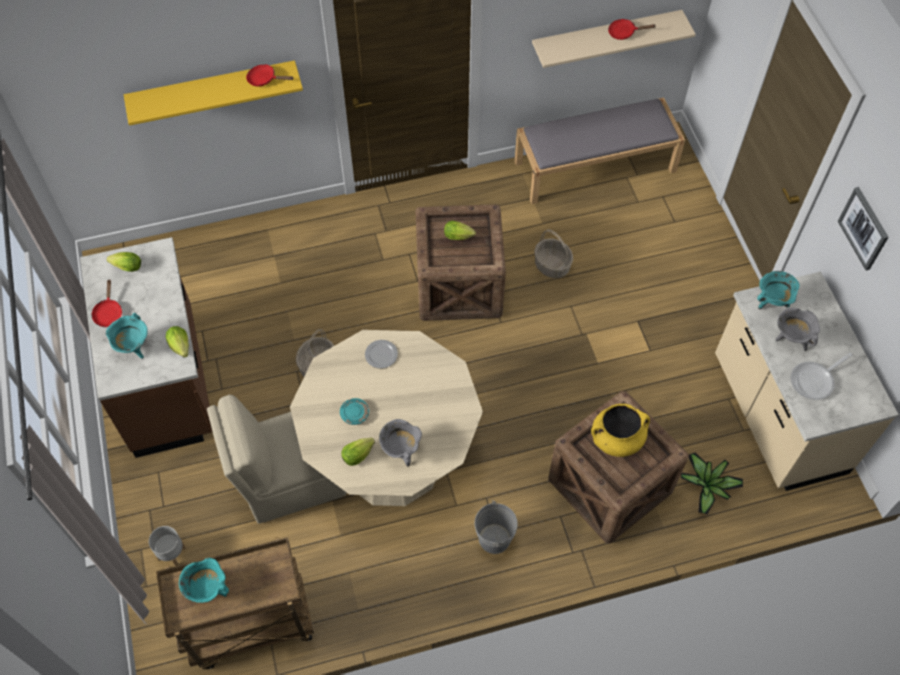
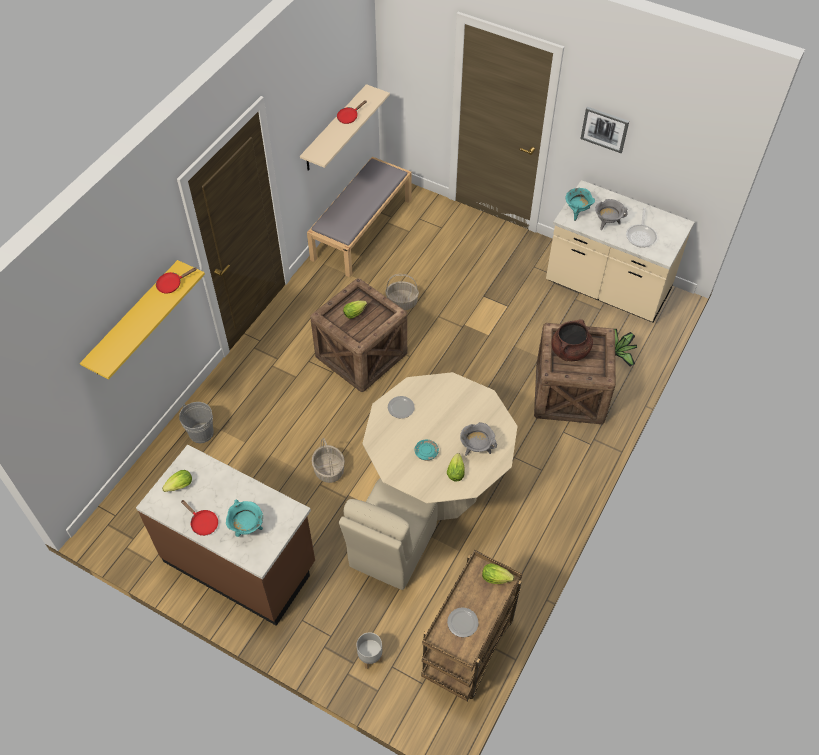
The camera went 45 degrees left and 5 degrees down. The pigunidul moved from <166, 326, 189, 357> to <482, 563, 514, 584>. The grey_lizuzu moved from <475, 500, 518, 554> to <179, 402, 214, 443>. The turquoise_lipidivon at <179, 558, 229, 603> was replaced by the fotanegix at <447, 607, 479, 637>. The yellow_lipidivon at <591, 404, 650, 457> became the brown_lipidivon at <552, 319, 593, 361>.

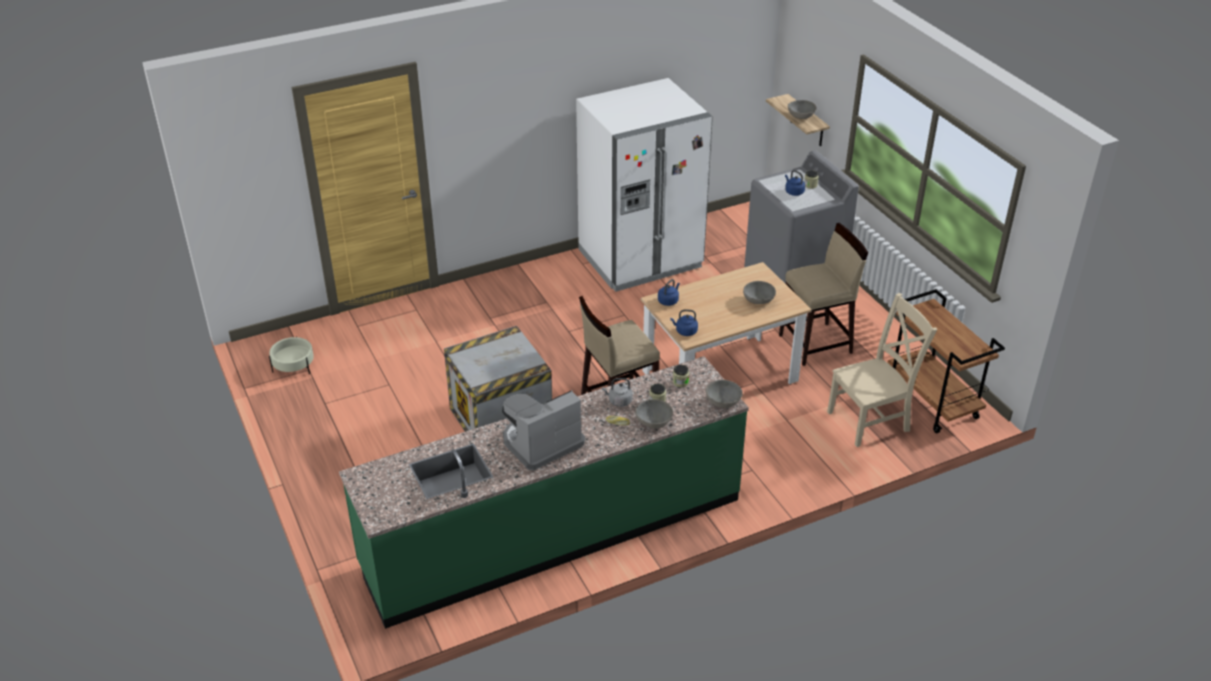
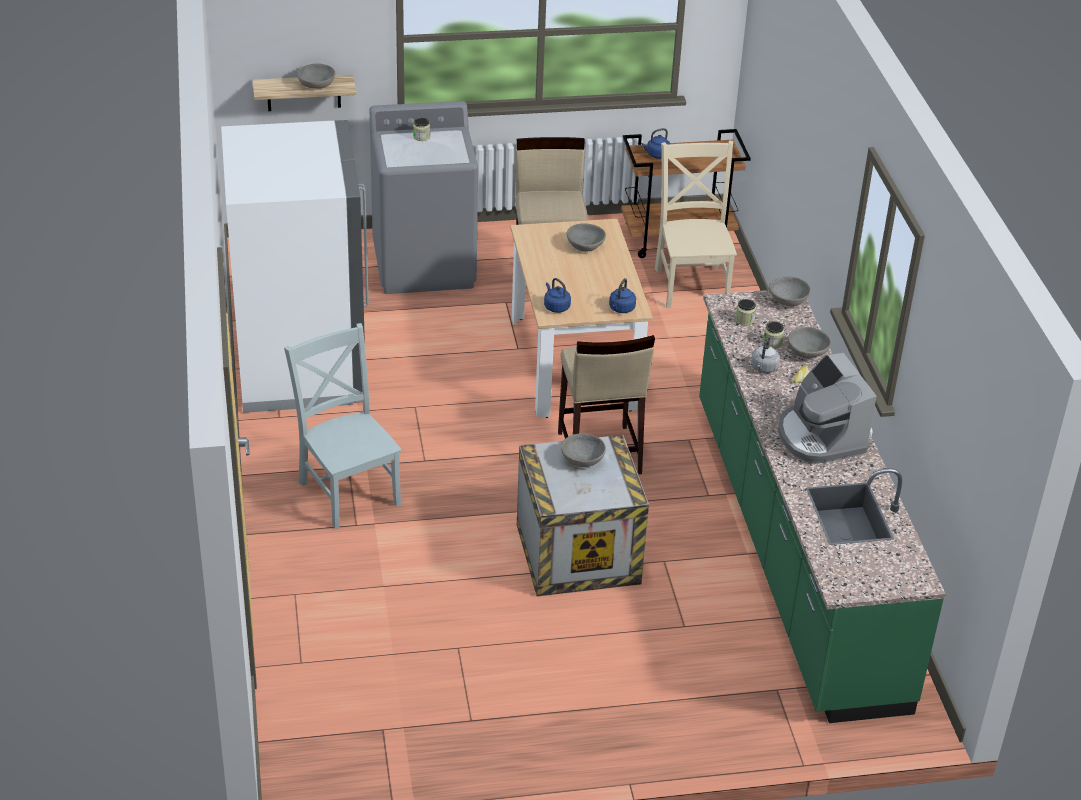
The camera went 75 degrees left and 0 degrees up. The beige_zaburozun at <269, 336, 314, 374> disappeared. The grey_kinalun at <284, 323, 402, 529> appeared. The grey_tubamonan at <561, 434, 606, 467> appeared. The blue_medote moved from <785, 170, 805, 196> to <642, 128, 670, 159>.

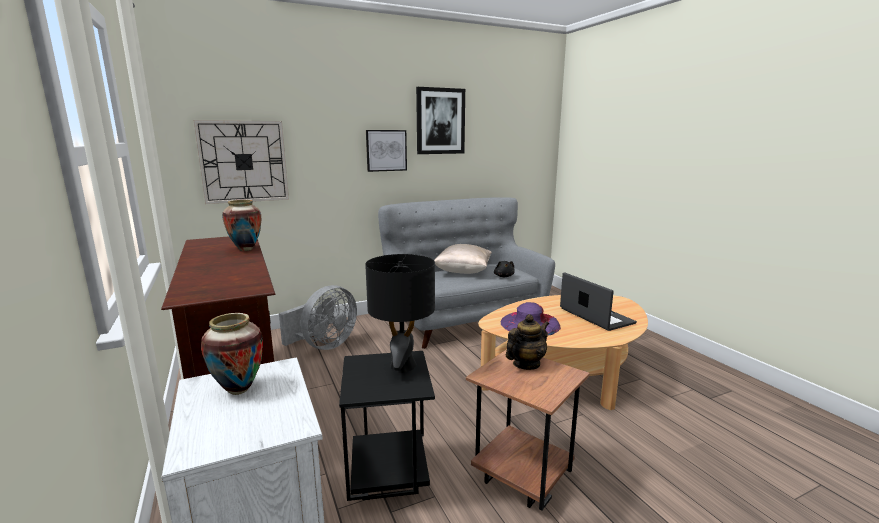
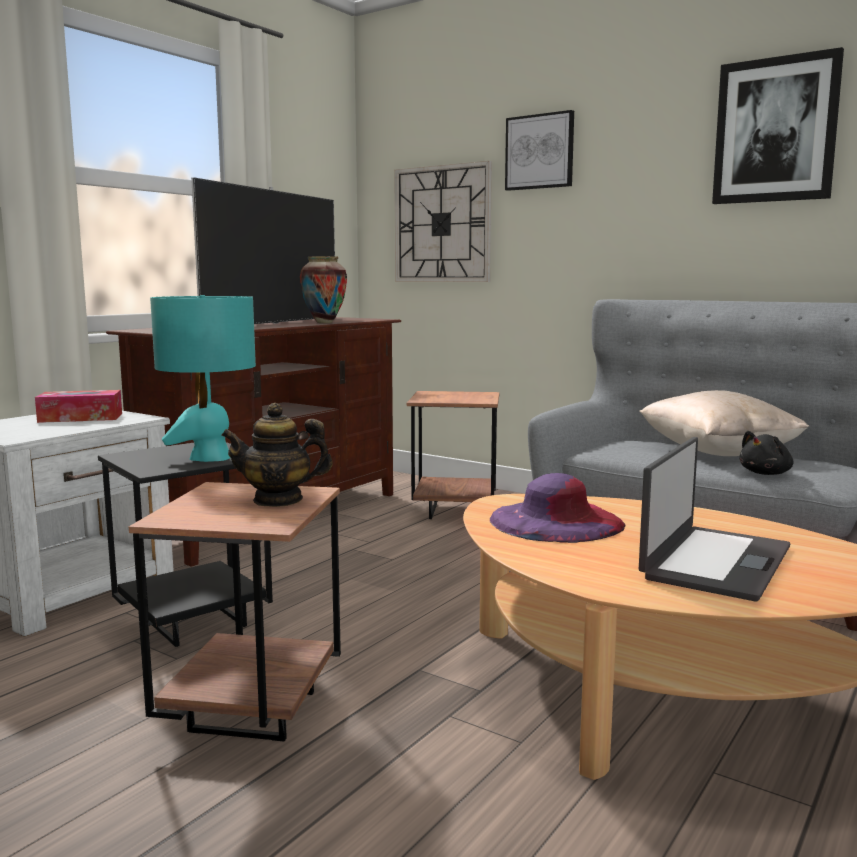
The camera went 60 degrees right and 5 degrees down. The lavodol at <191, 178, 335, 324> appeared. The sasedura moved from <366, 130, 407, 172> to <505, 110, 574, 191>. The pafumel at <201, 313, 263, 395> was replaced by the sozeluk at <35, 390, 122, 423>. The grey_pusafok at <279, 285, 357, 350> was replaced by the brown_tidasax at <407, 391, 500, 519>. The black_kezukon at <365, 254, 435, 373> became the turquoise_kezukon at <150, 295, 256, 462>. The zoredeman at <506, 314, 549, 370> turned 150 degrees clockwise.

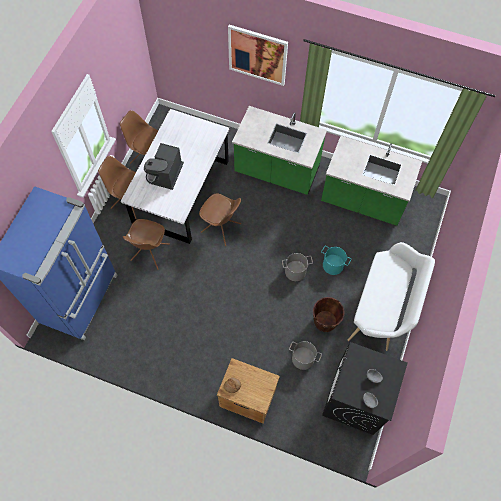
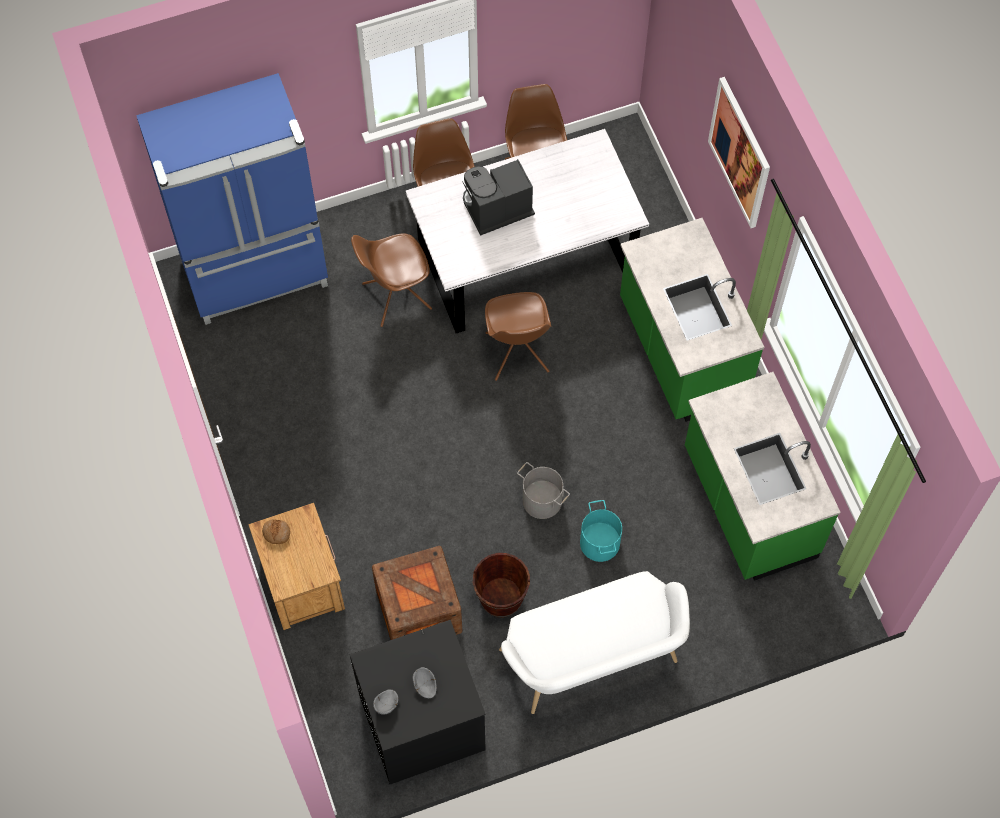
The camera went 50 degrees right and 0 degrees up. The grey_lizuzu at <289, 341, 322, 370> was replaced by the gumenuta at <372, 546, 462, 640>.

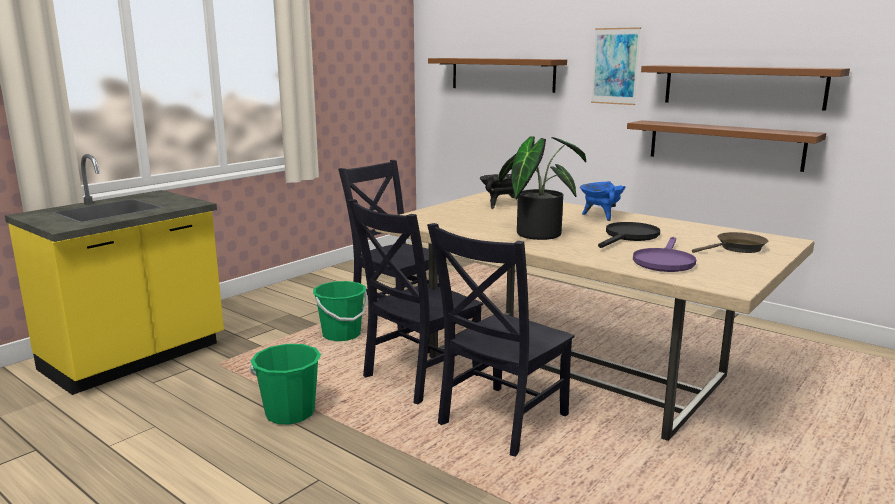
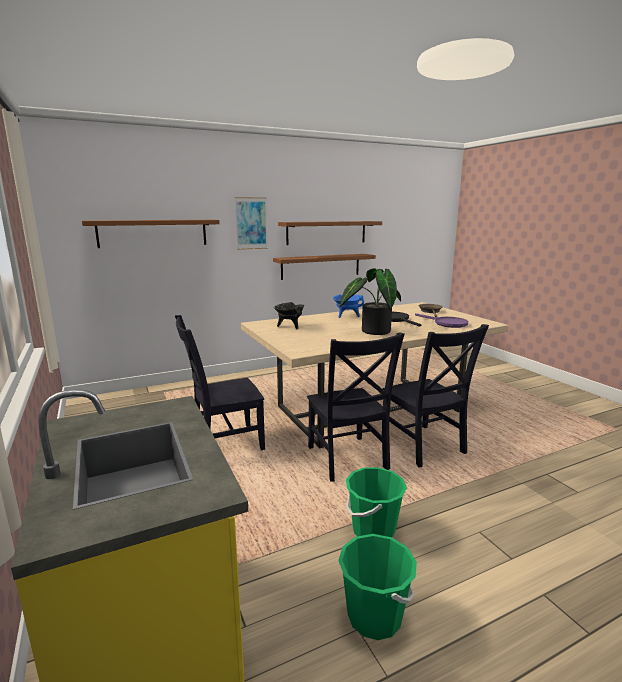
The camera went 65 degrees left and 0 degrees up. The green_lizuzu moved from <313, 281, 368, 341> to <338, 534, 417, 640>.

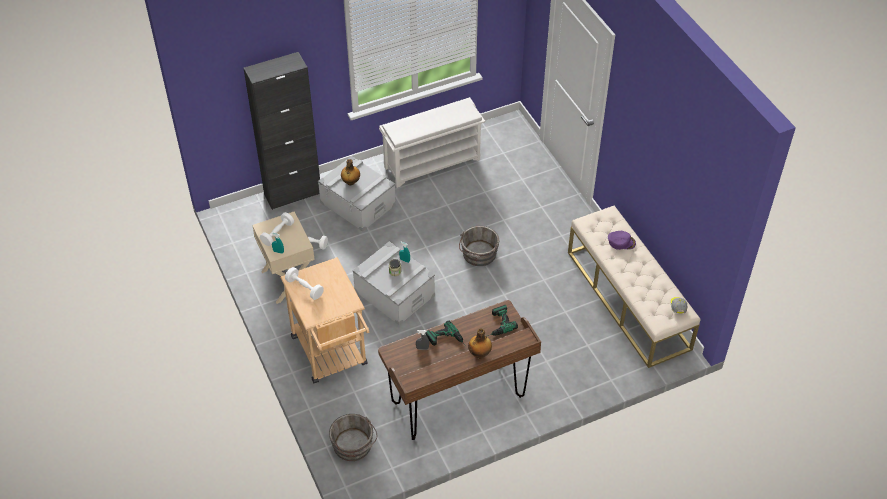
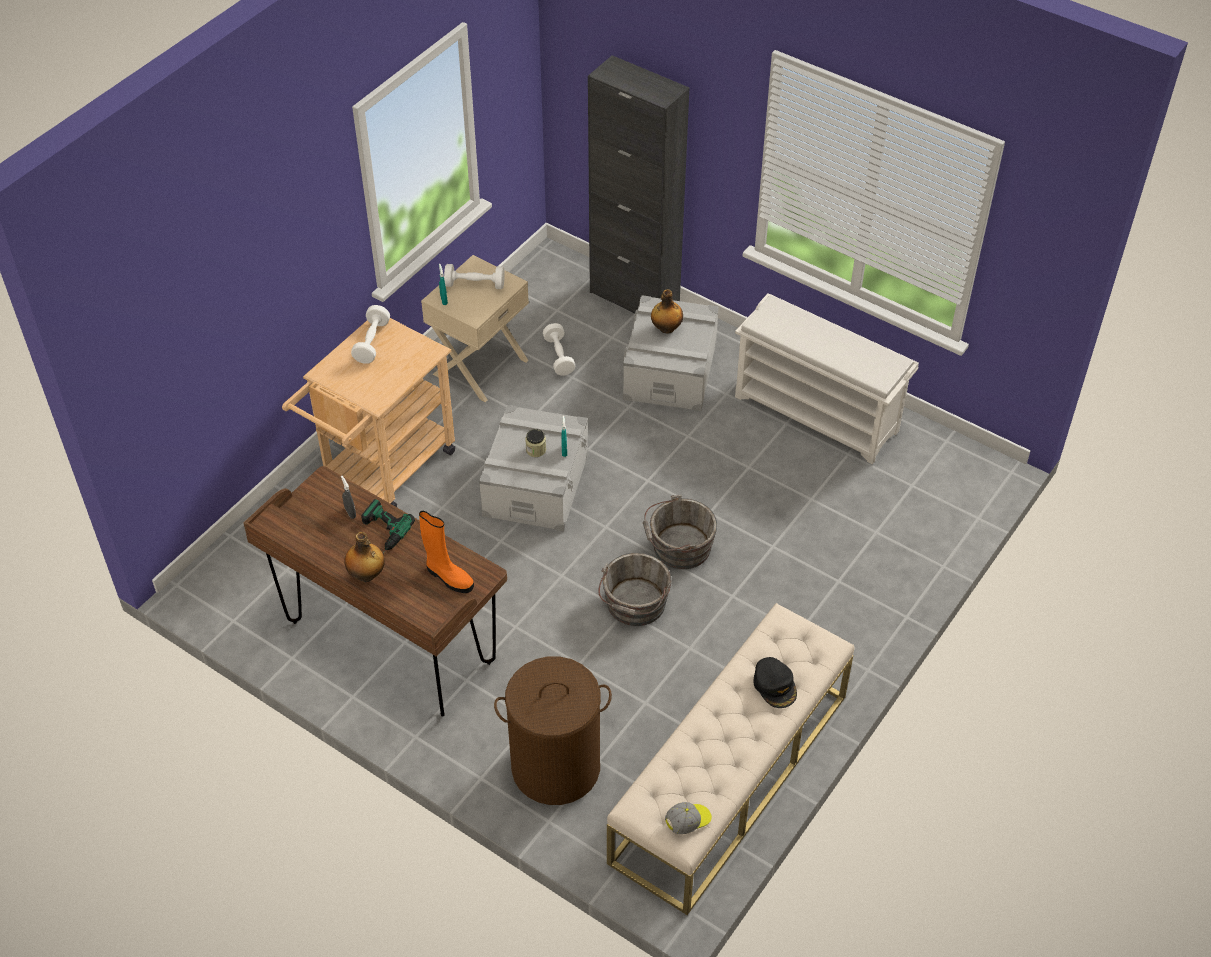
The camera went 60 degrees right and 0 degrees up. The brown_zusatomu at <494, 656, 612, 805> appeared. The grey_lizuzu moved from <329, 414, 377, 461> to <598, 553, 671, 626>. The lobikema at <487, 305, 518, 336> was replaced by the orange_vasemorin at <419, 511, 474, 593>. The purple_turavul at <608, 231, 636, 250> became the black_turavul at <753, 657, 797, 708>.

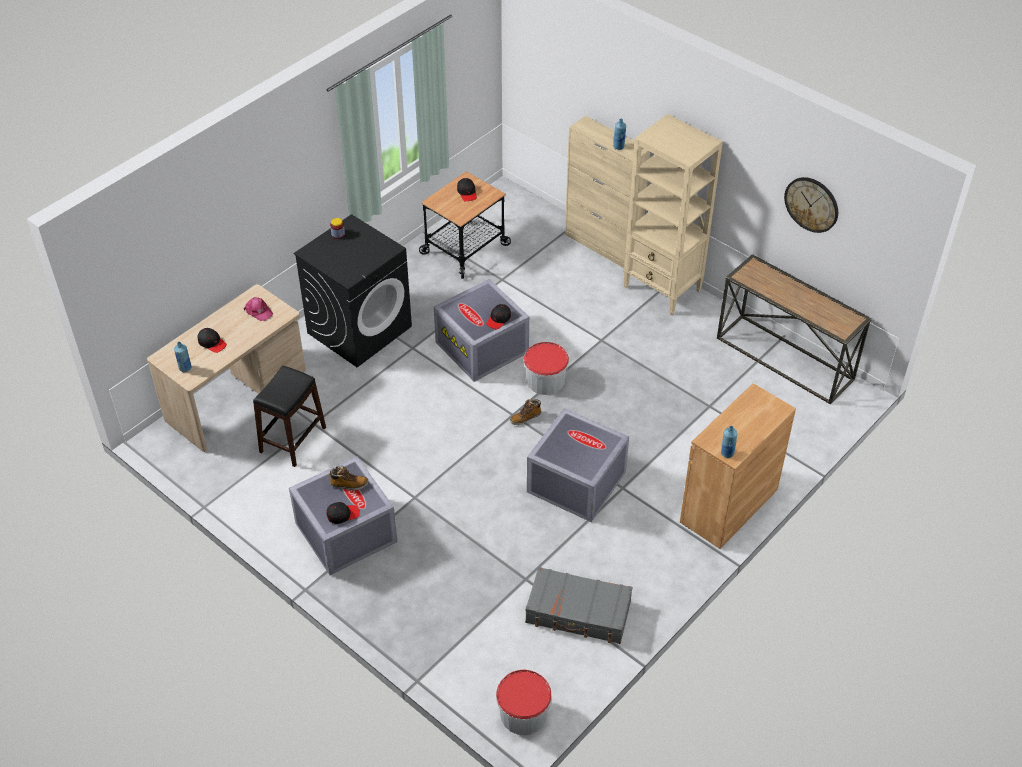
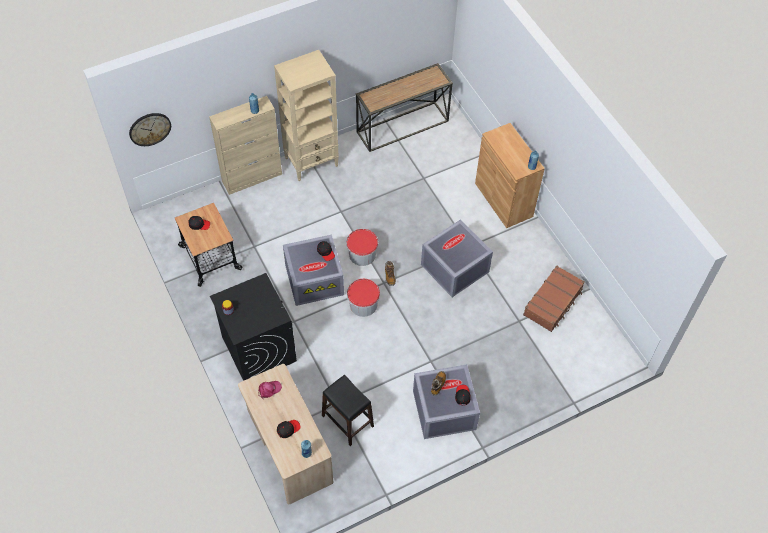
The camera went 70 degrees left and 10 degrees up. The lizuzu moved from <496, 670, 552, 735> to <347, 279, 380, 317>. The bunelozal moved from <784, 177, 838, 233> to <129, 113, 171, 146>. The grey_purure at <525, 567, 633, 644> became the brown_purure at <523, 265, 585, 332>.

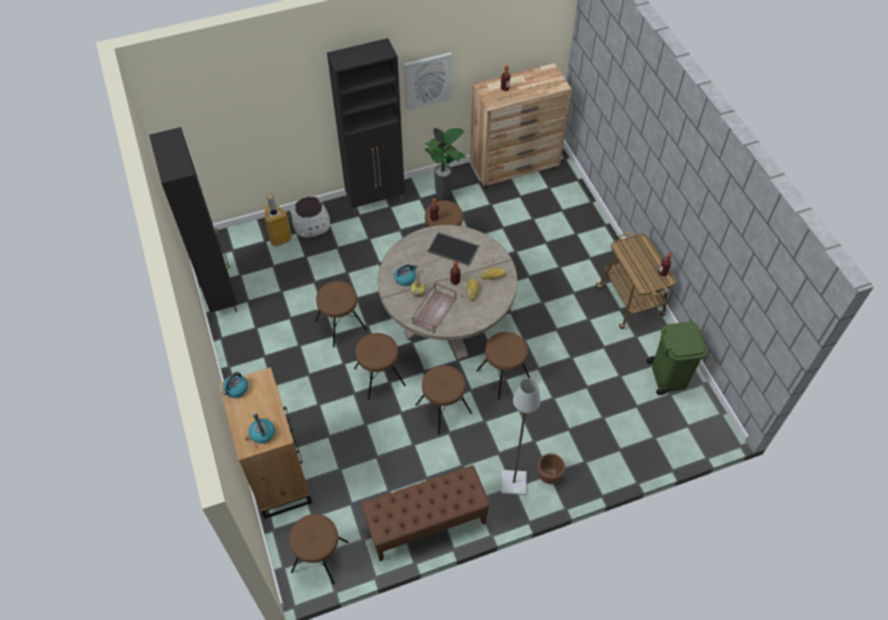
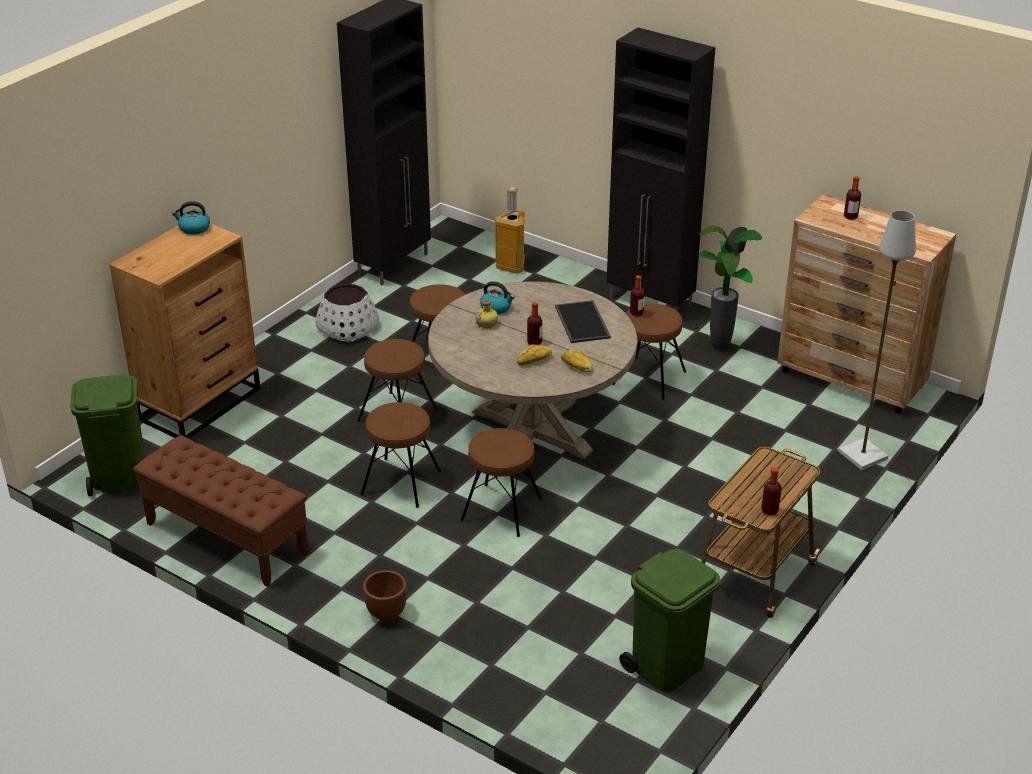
The camera went 55 degrees right and 20 degrees down. The medote at <249, 413, 275, 443> disappeared. The sasedura at <404, 52, 452, 110> disappeared. The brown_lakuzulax at <412, 282, 456, 333> disappeared. The white_zaburozun moved from <292, 197, 330, 237> to <316, 284, 379, 342>. The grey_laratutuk moved from <501, 378, 541, 495> to <838, 210, 916, 470>. The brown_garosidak at <289, 514, 349, 585> was replaced by the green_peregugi at <70, 374, 145, 496>.

